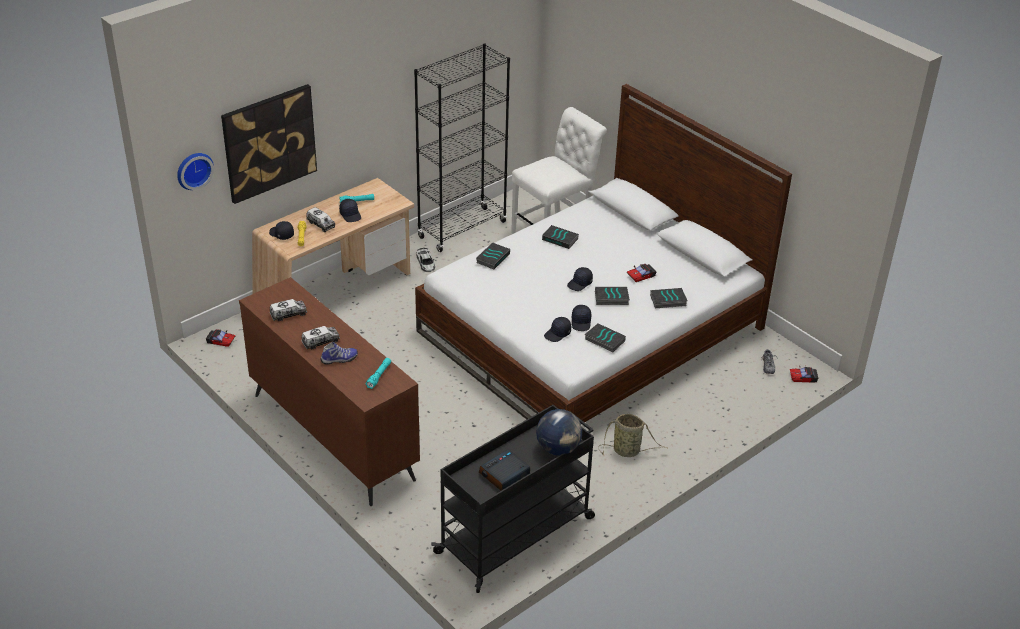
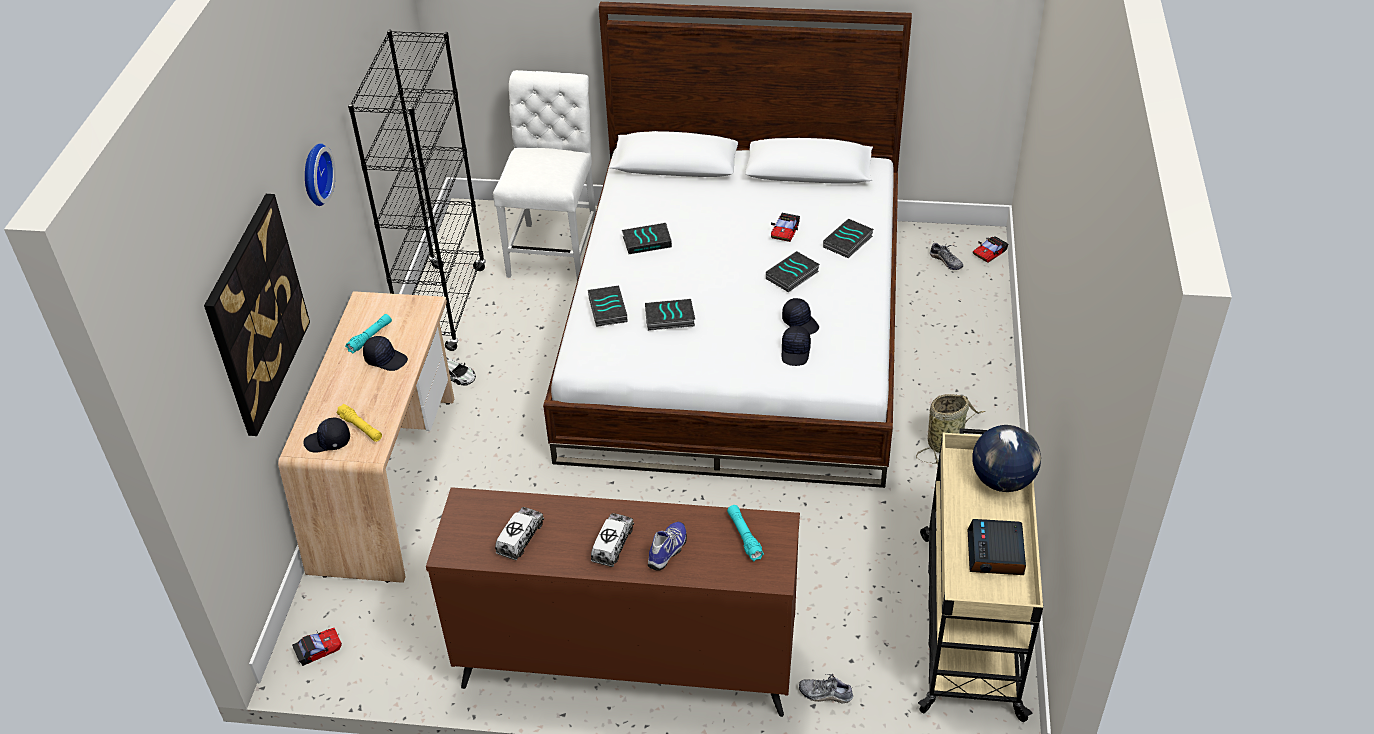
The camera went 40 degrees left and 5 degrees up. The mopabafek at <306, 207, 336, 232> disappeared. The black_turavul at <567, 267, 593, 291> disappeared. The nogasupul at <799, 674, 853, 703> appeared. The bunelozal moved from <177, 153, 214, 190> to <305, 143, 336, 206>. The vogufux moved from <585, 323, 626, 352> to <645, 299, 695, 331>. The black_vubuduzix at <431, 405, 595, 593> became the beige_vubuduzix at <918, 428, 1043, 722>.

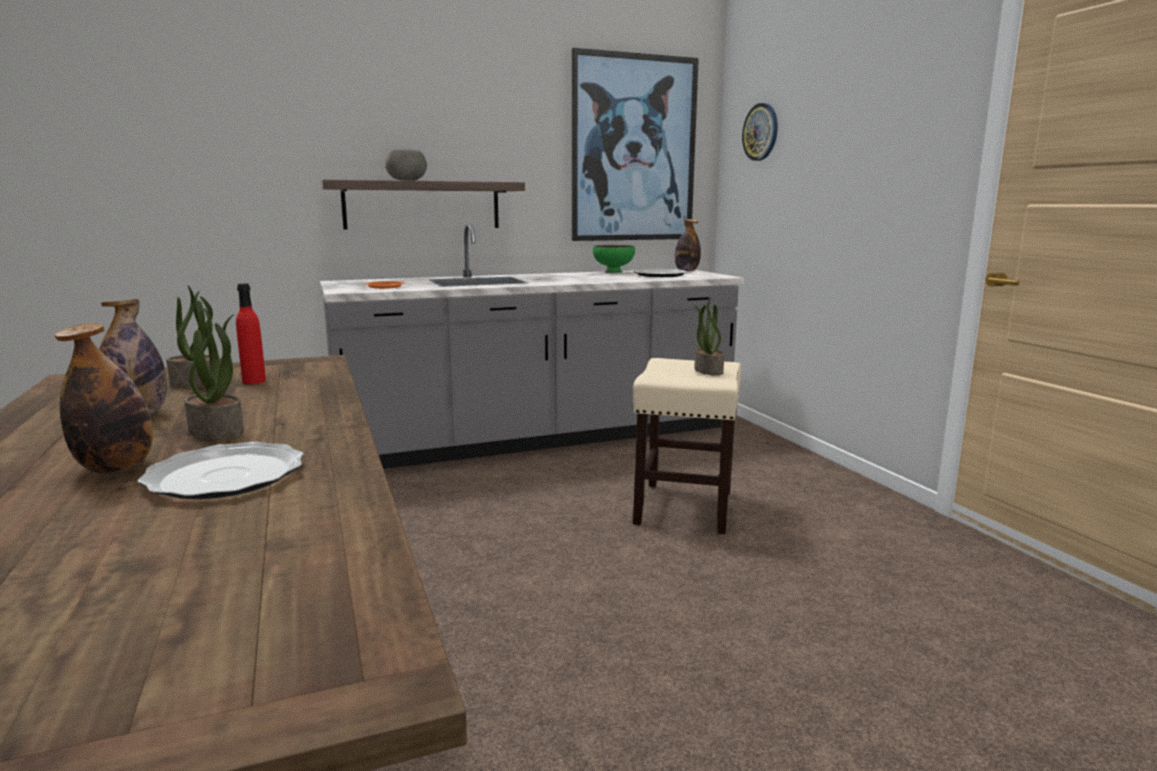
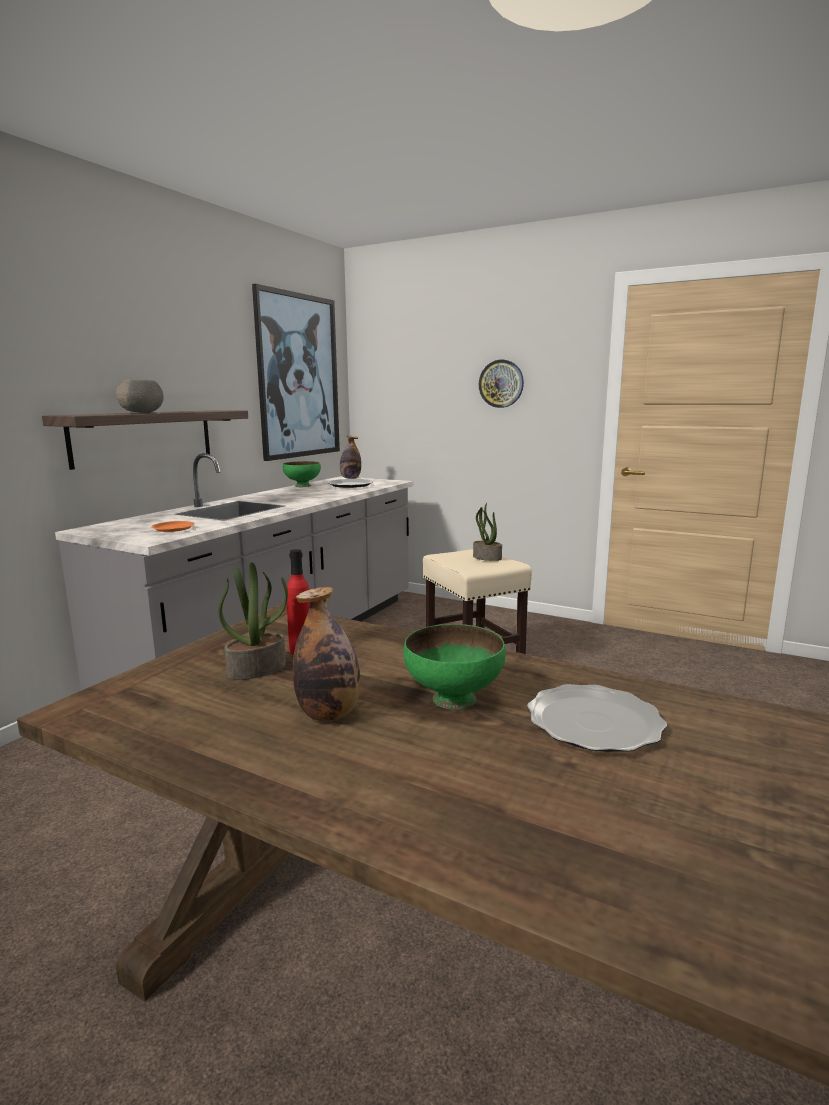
The camera went 40 degrees left and 0 degrees up. The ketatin at <55, 323, 153, 473> disappeared. The bunelozal moved from <742, 103, 778, 161> to <479, 360, 524, 408>. The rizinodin at <184, 308, 244, 440> was replaced by the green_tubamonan at <403, 624, 506, 710>.

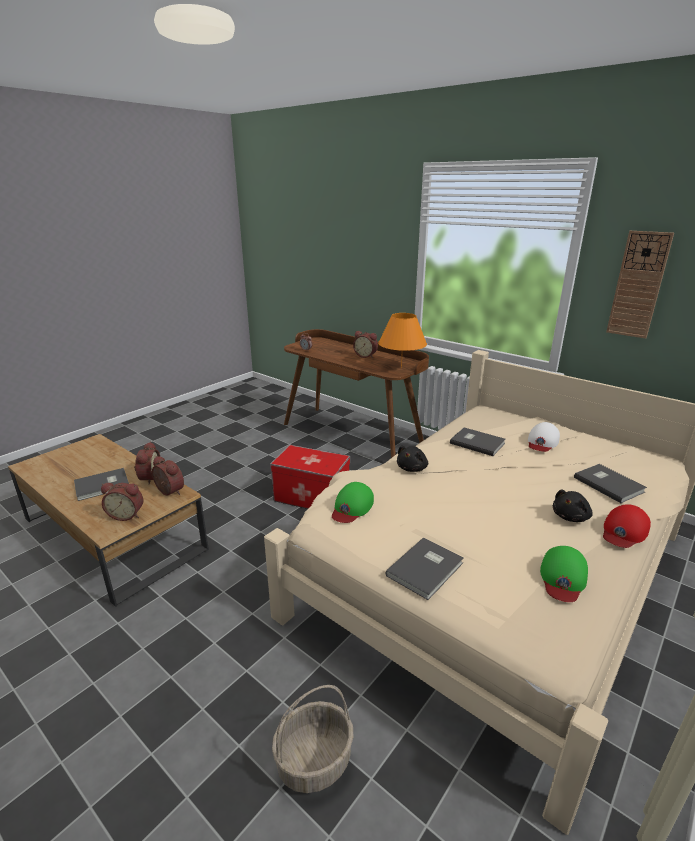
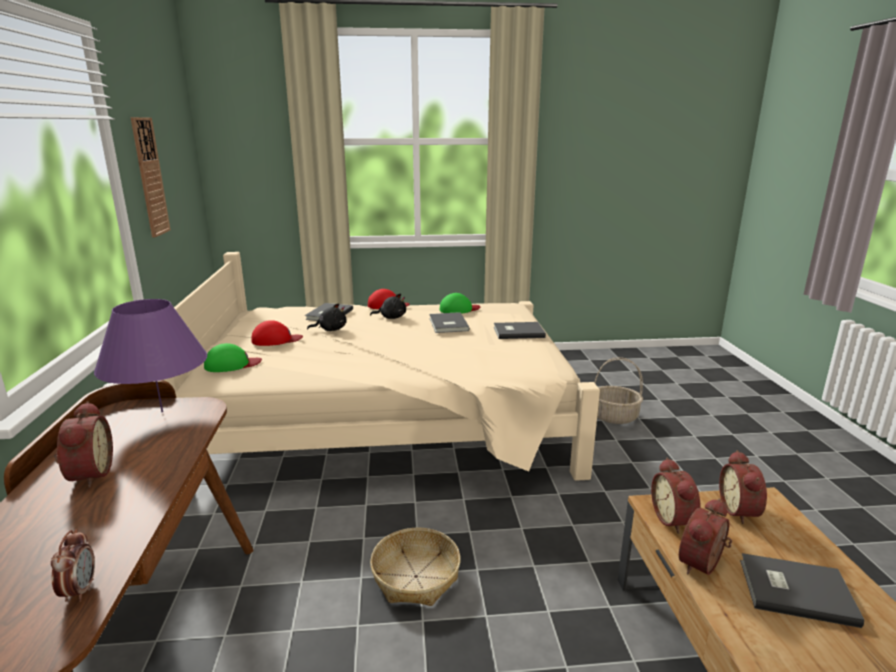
The camera went 135 degrees left and 5 degrees down. The green_turavul moved from <332, 482, 374, 523> to <204, 343, 262, 372>. The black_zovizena moved from <397, 446, 428, 472> to <307, 303, 347, 331>. The grey_vogufux moved from <450, 428, 506, 456> to <429, 312, 470, 333>. The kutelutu at <270, 445, 350, 509> was replaced by the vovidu at <370, 528, 460, 606>. The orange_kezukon at <378, 313, 427, 369> became the purple_kezukon at <94, 299, 208, 412>. The white_turavul at <528, 422, 560, 452> became the red_turavul at <251, 320, 303, 346>. The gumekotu at <101, 483, 143, 521> turned 135 degrees counterclockwise.

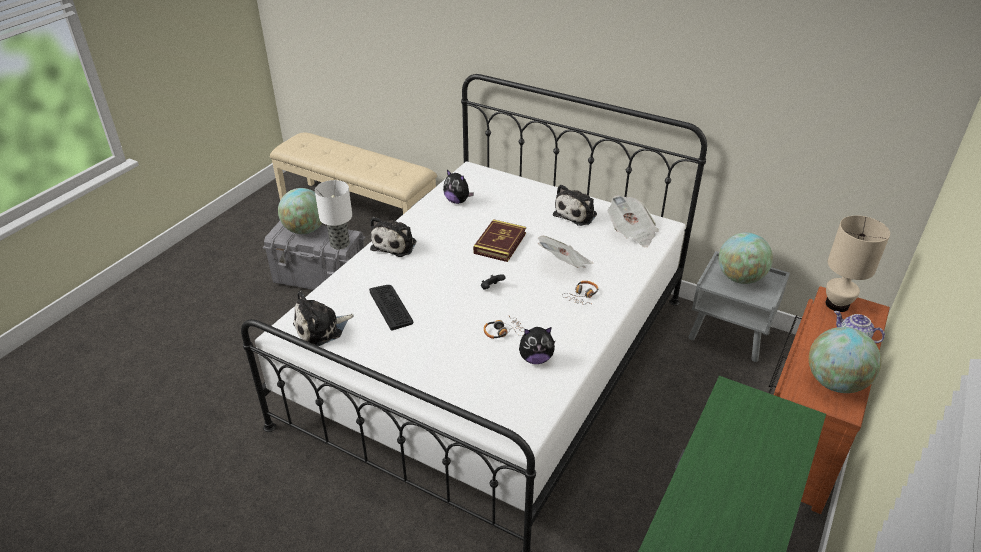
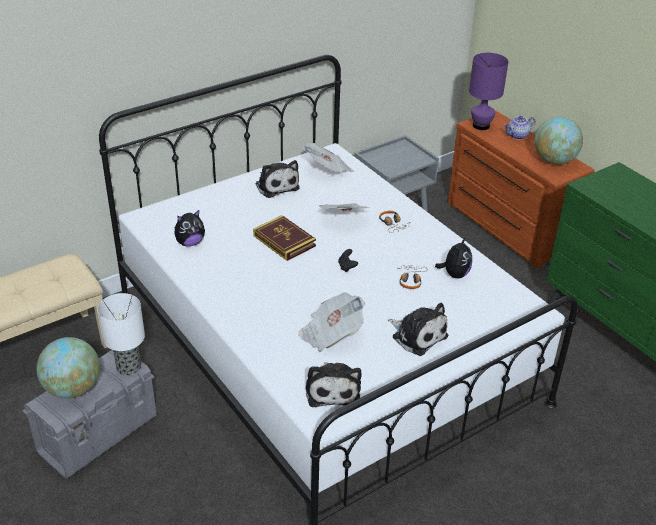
The camera went 65 degrees left and 0 degrees up. The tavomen at <718, 232, 773, 284> disappeared. The zovizena moved from <370, 217, 416, 257> to <388, 303, 448, 356>. The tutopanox at <369, 285, 413, 330> was replaced by the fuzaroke at <298, 292, 365, 352>. The beige_kezukon at <825, 216, 890, 312> became the purple_kezukon at <469, 53, 508, 130>.

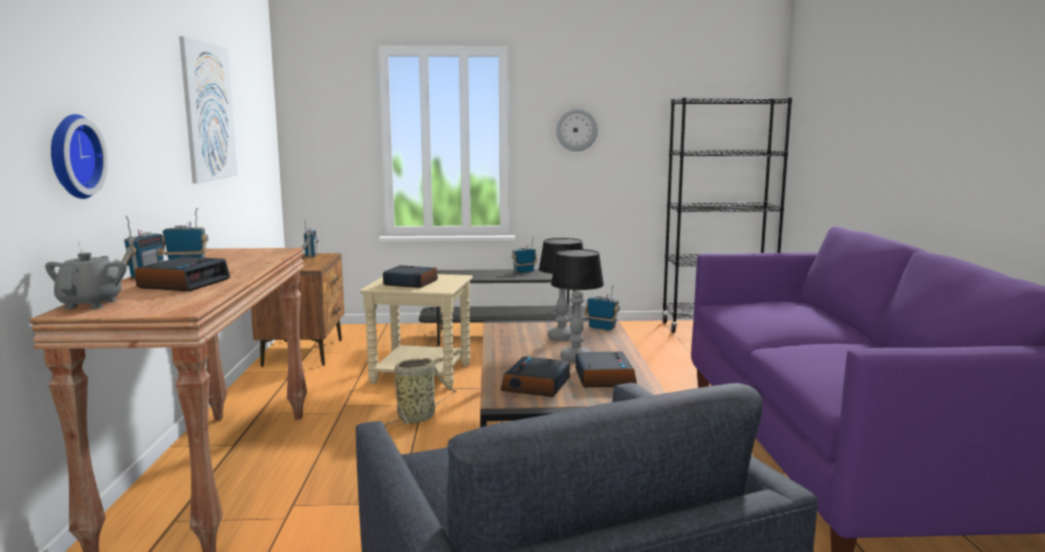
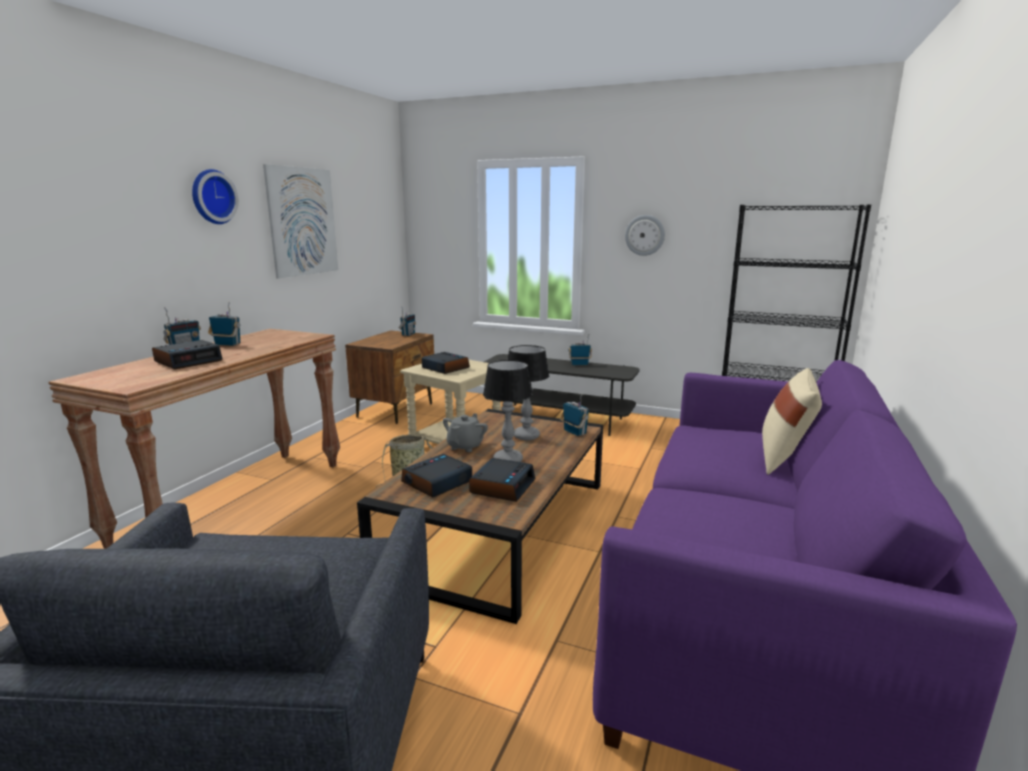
The camera went 25 degrees right and 5 degrees up. The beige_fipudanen at <762, 368, 822, 475> appeared. The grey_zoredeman moved from <45, 252, 127, 309> to <443, 413, 488, 452>. The bunelozal moved from <51, 114, 108, 199> to <192, 169, 239, 224>.

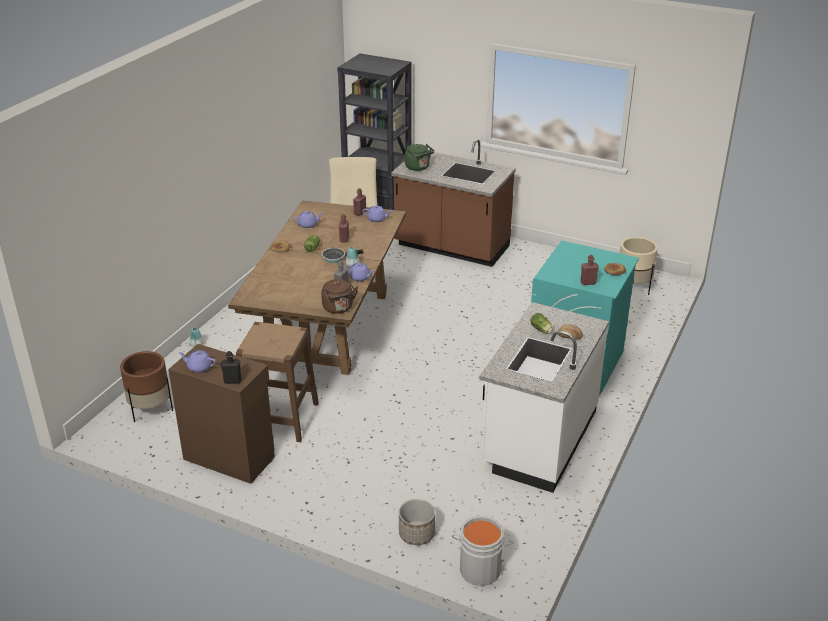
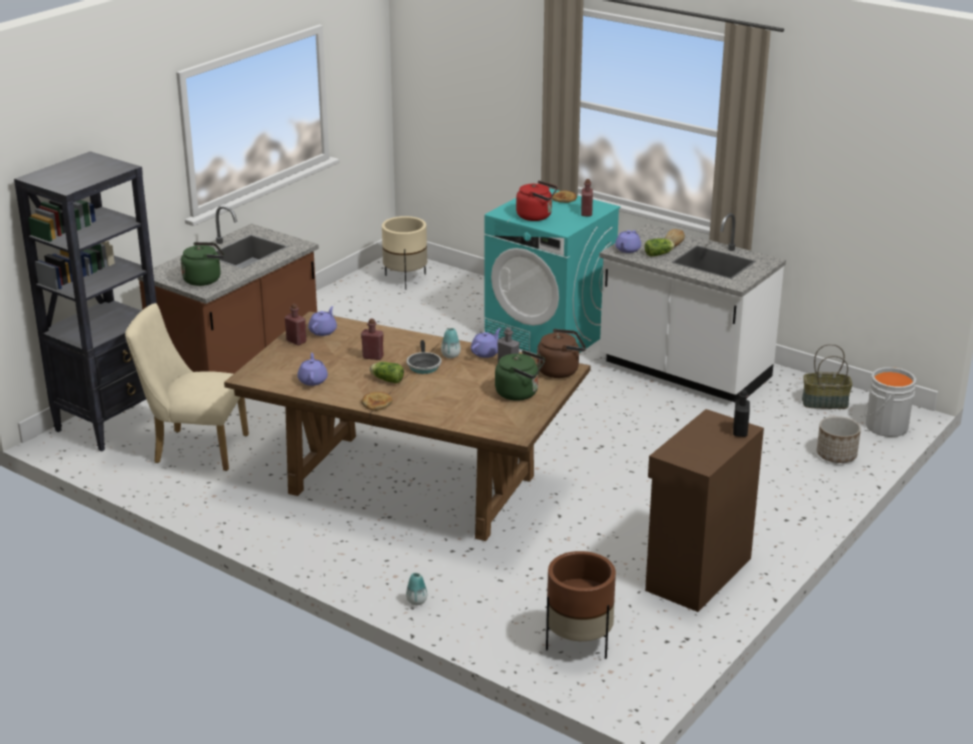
The camera went 80 degrees left and 5 degrees down. The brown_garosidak at <236, 322, 319, 442> disappeared. The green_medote at <495, 350, 545, 401> appeared. The red_medote at <516, 181, 557, 221> appeared. The vovidu at <802, 344, 852, 409> appeared. The purple_zoredeman moved from <179, 350, 216, 373> to <615, 230, 641, 253>.

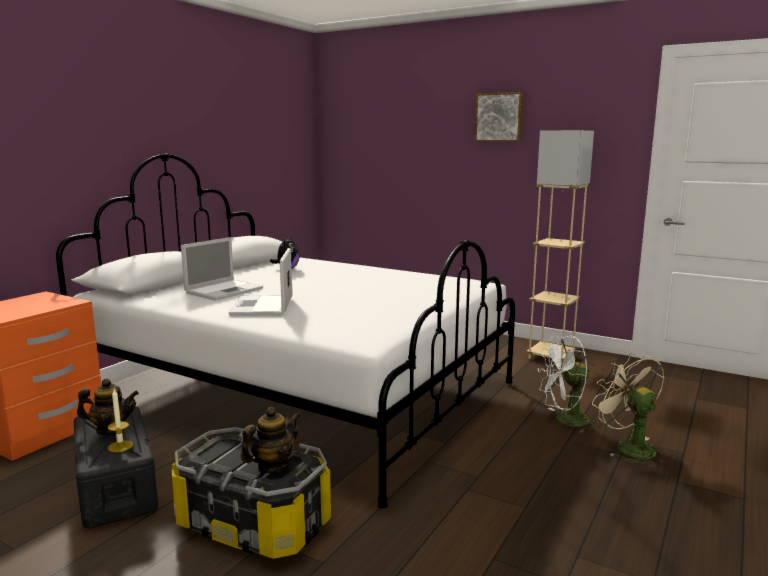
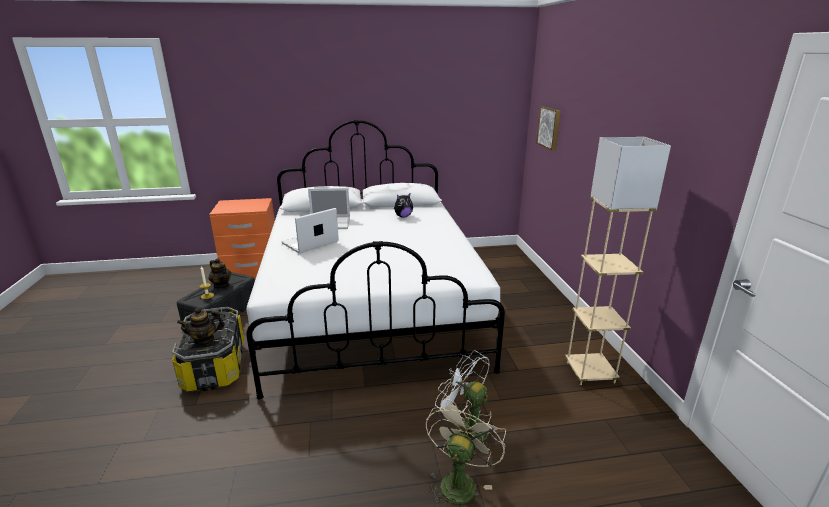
The camera went 50 degrees right and 10 degrees up. The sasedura moved from <475, 92, 523, 142> to <536, 106, 561, 151>. The zoredeman at <240, 407, 300, 473> turned 150 degrees clockwise.

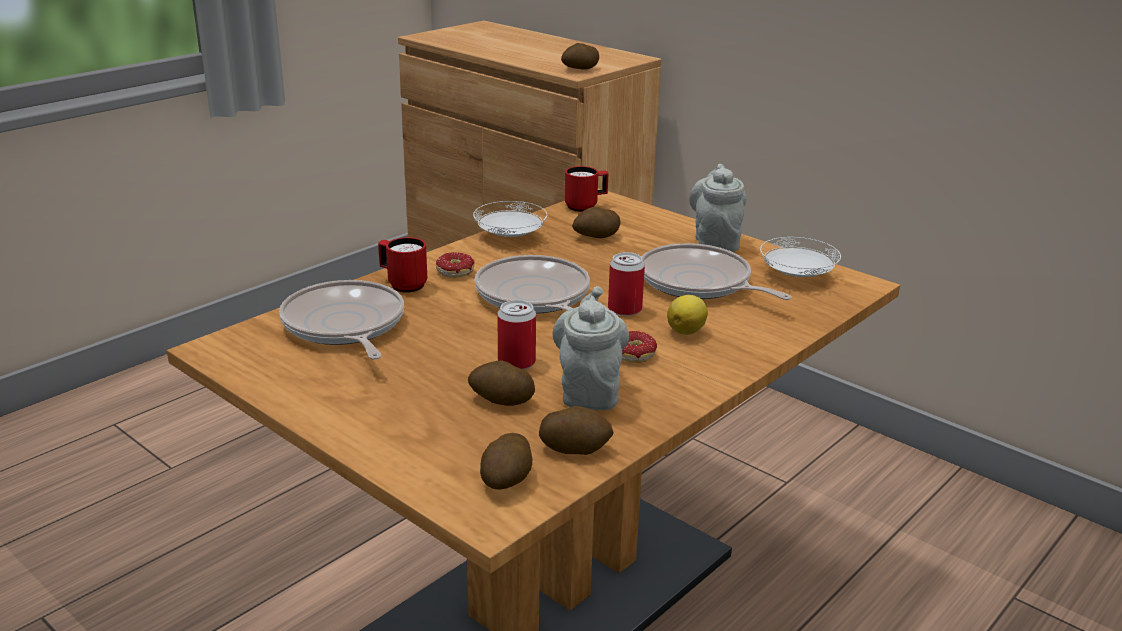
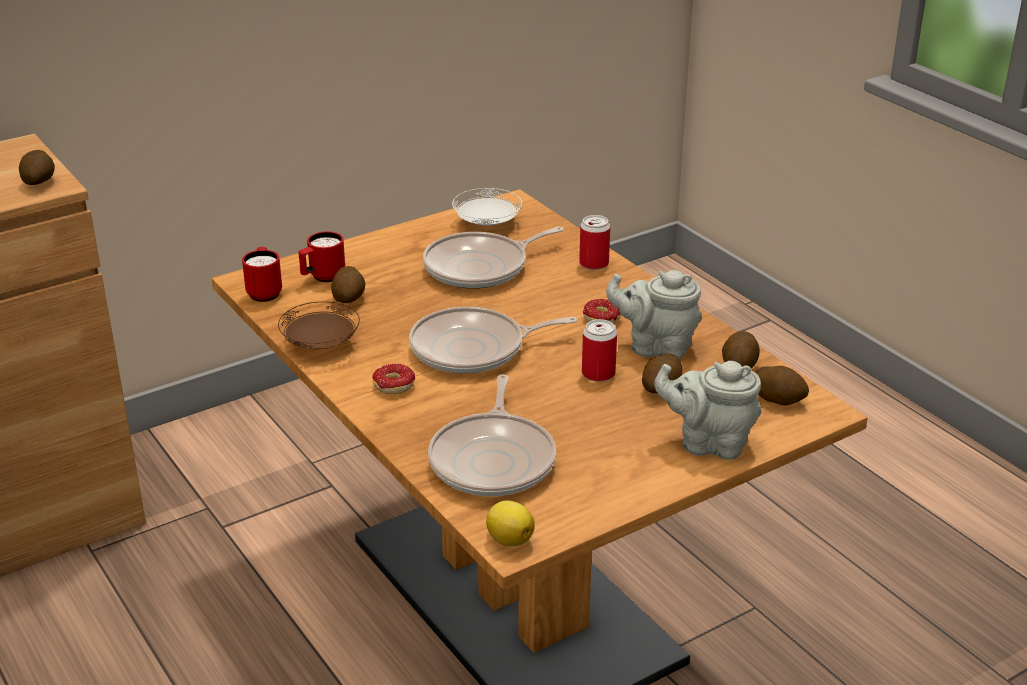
The camera went 75 degrees left and 5 degrees up. The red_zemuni moved from <378, 237, 427, 293> to <298, 231, 345, 282>. The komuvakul moved from <608, 252, 645, 316> to <579, 215, 610, 270>. The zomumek moved from <667, 295, 708, 335> to <486, 500, 535, 546>. The grey_zoredeman moved from <689, 164, 746, 252> to <654, 361, 762, 460>. The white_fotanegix at <473, 201, 547, 237> became the brown_fotanegix at <278, 301, 360, 349>. The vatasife at <279, 280, 404, 360> turned 75 degrees counterclockwise.

